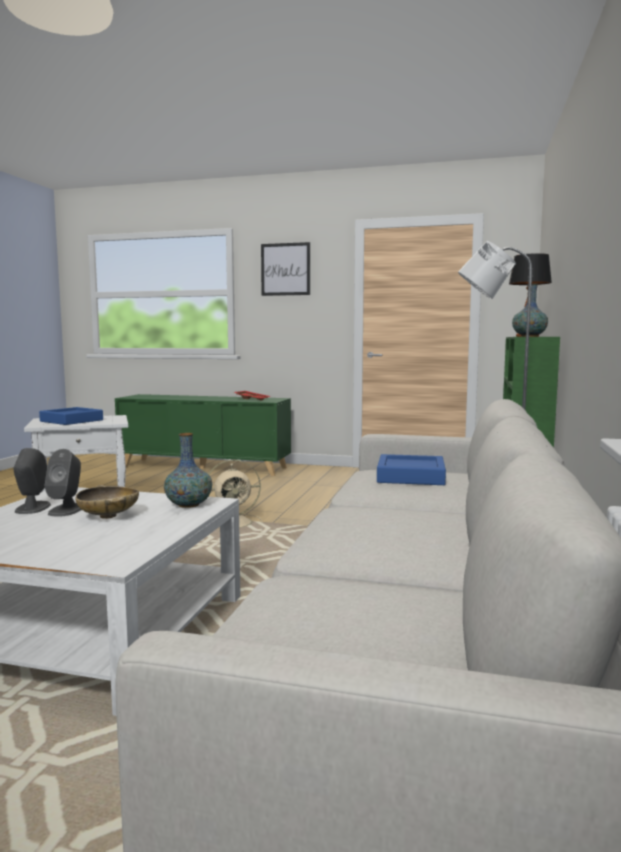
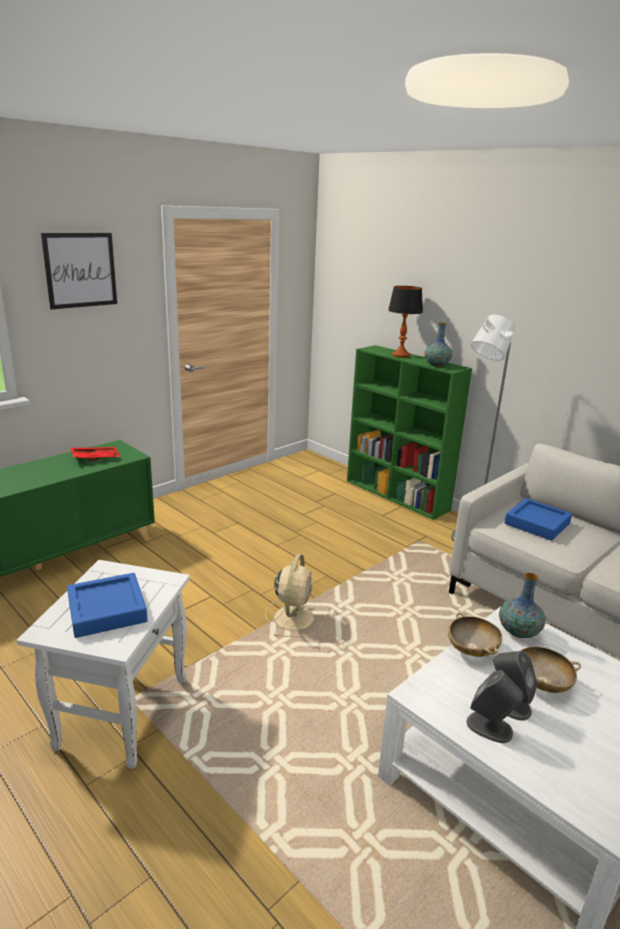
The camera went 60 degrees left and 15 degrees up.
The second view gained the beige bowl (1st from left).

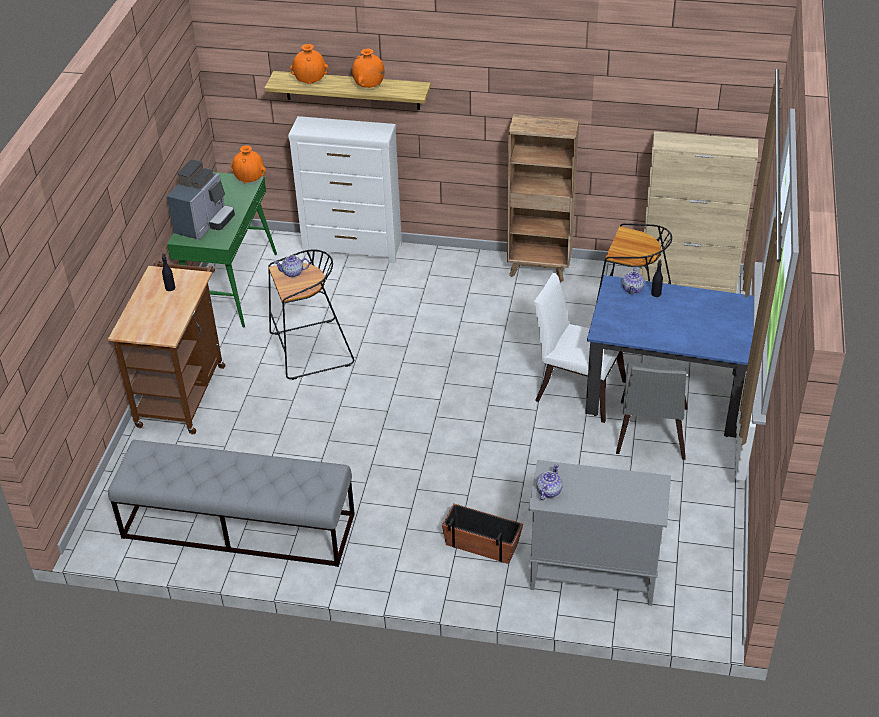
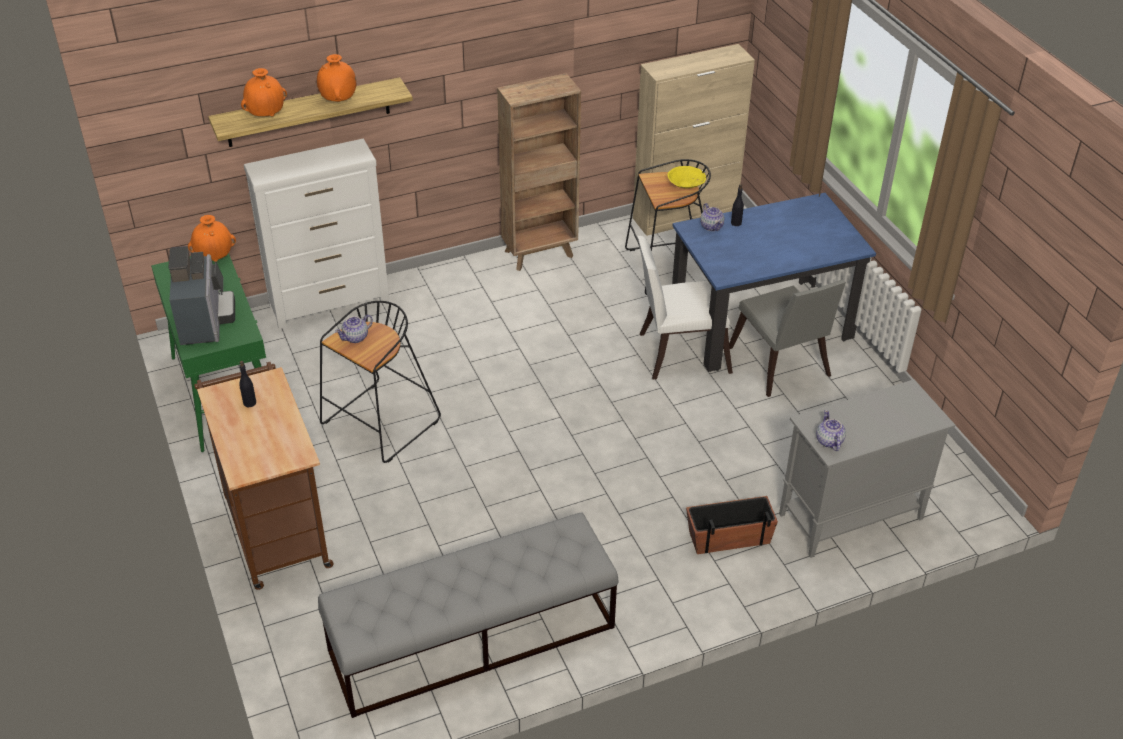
The camera went 35 degrees left and 0 degrees up.
The second view gained the yellow bowl.

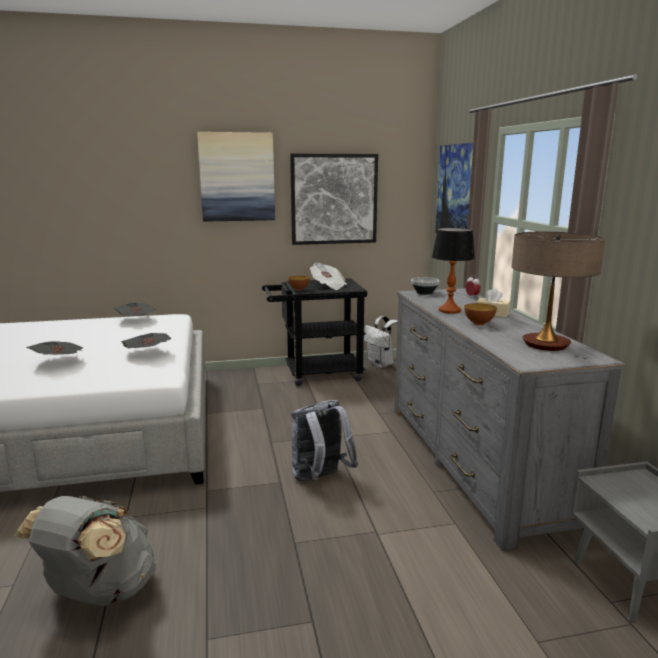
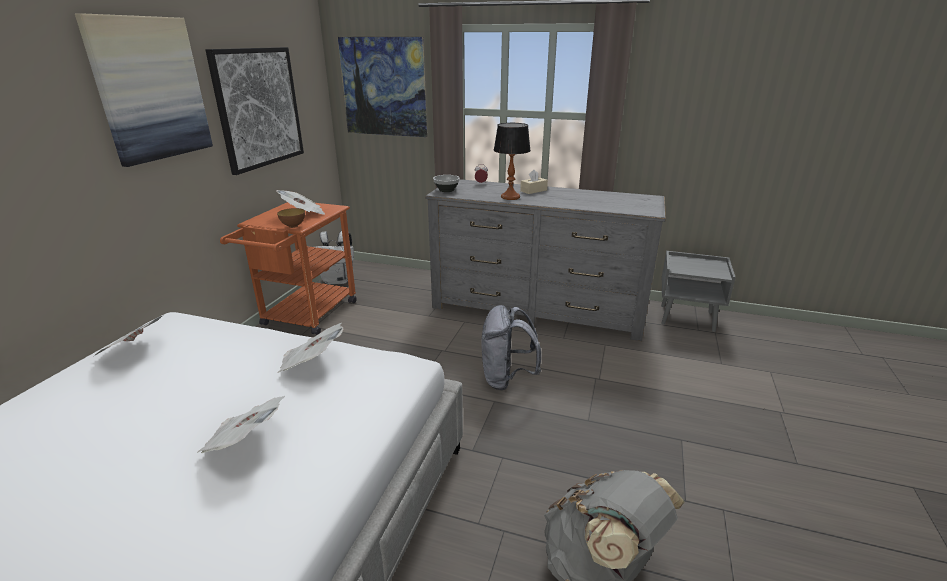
The camera went 60 degrees left and 10 degrees up.
The second view lost the table lamp (2nd from left).
What was the black cart turned into the orange cart.
The second view lost the bowl (3rd from left).

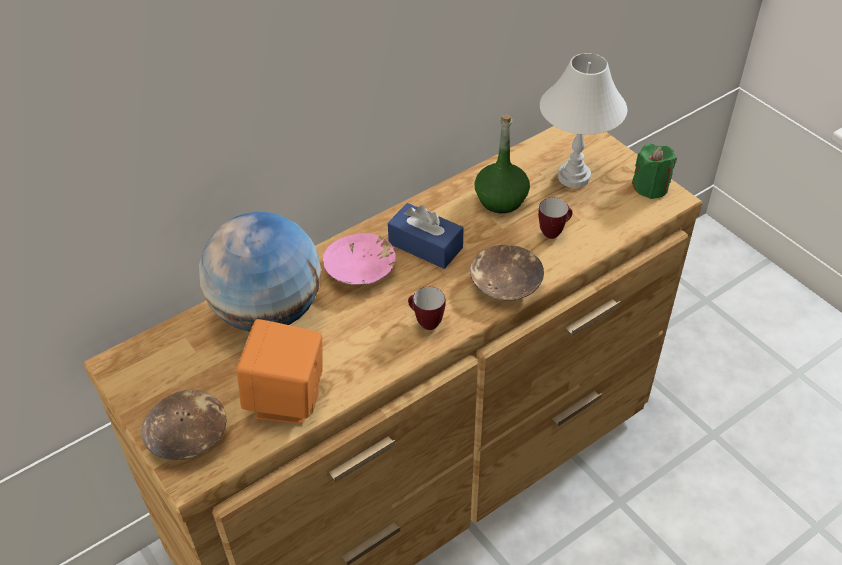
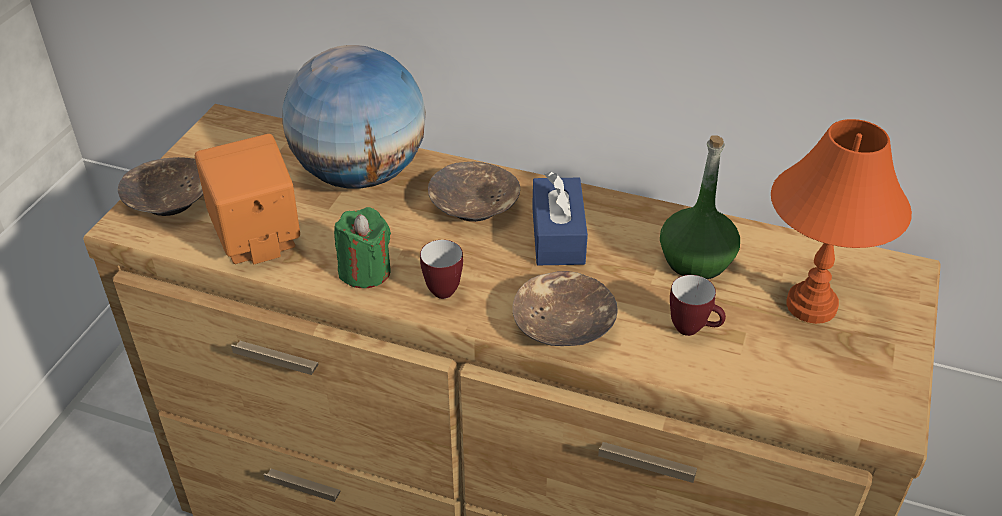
The camera went 55 degrees right and 5 degrees down.
What was the white table lamp turned into the orange table lamp.
The green candle ended up elsewhere.
What was the pink bowl turned into the brown bowl (2nd from left).

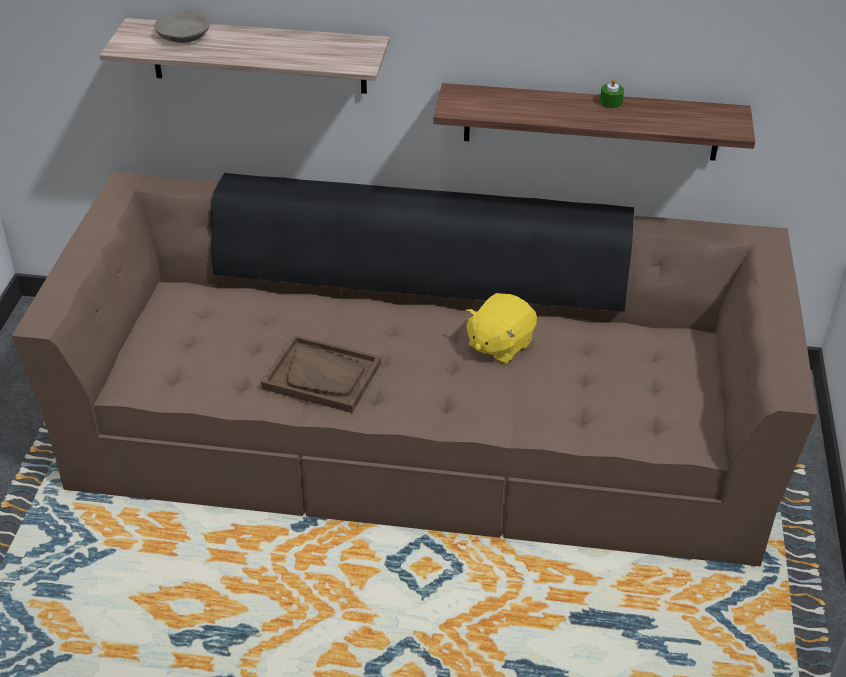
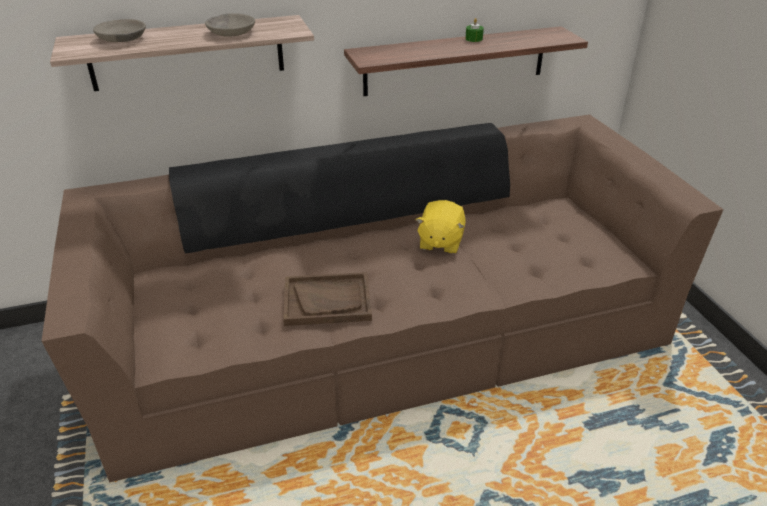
The camera went 25 degrees left and 5 degrees down.
The second view gained the grey bowl (2nd from left).

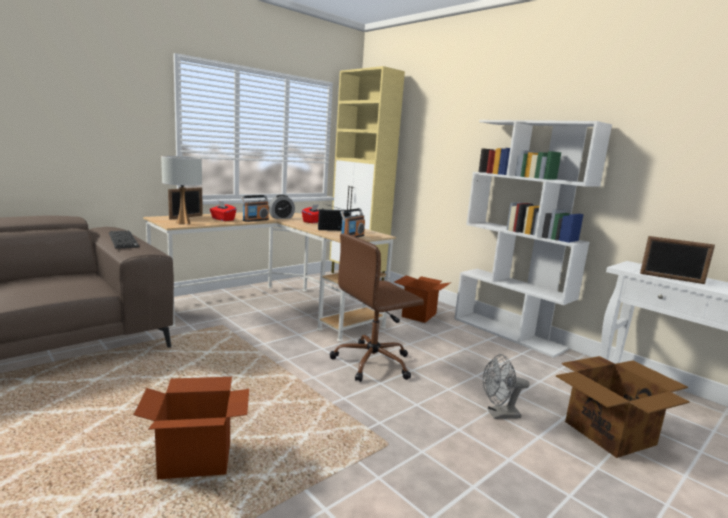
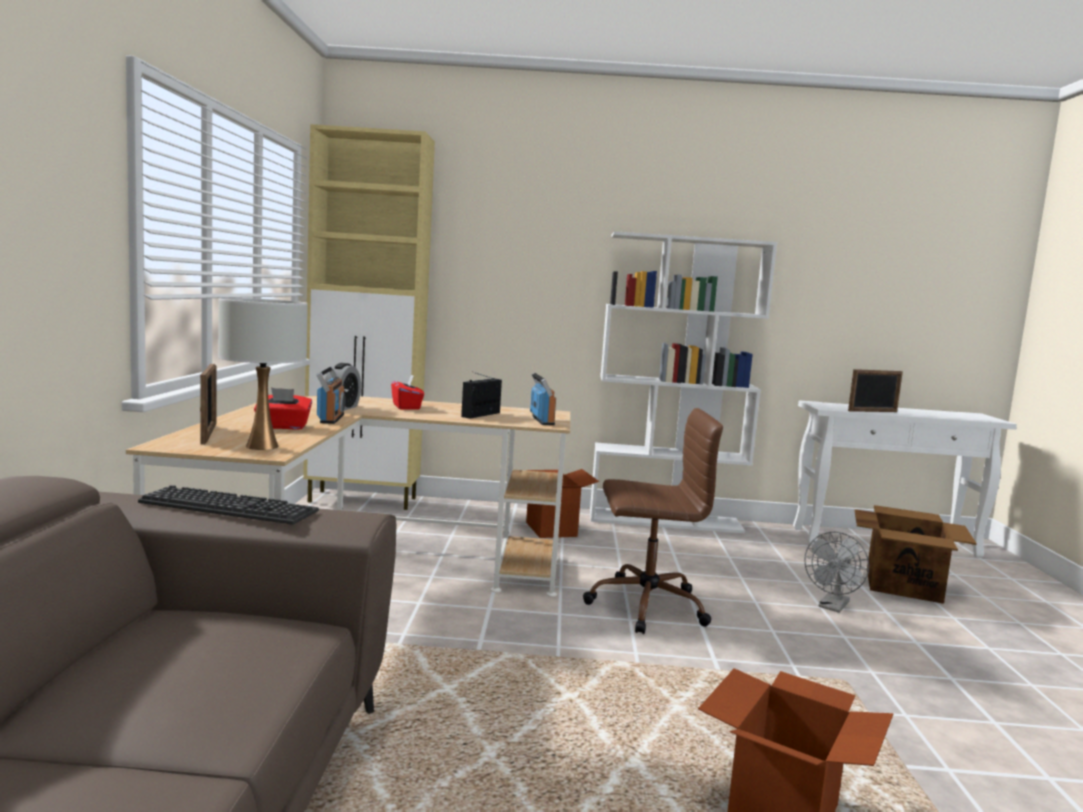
The camera went 45 degrees left and 5 degrees down.
The brown office chair ended up facing another way, 105 degrees counterclockwise from before.

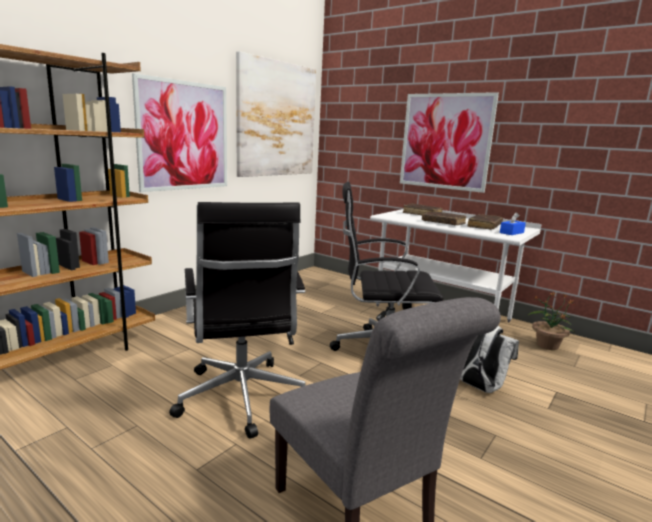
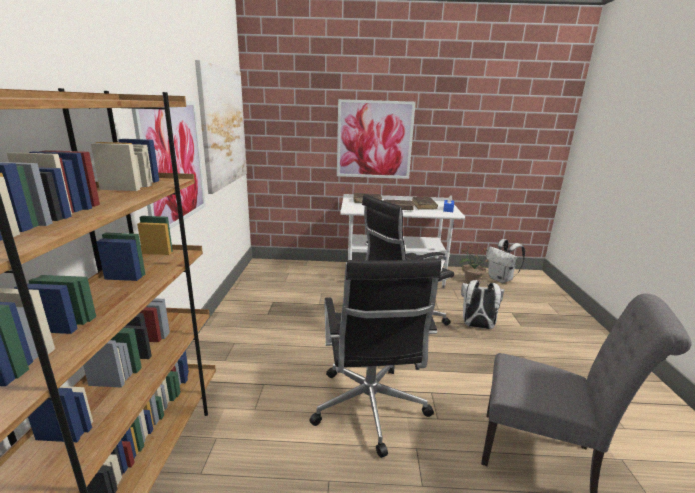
The camera went 35 degrees left and 5 degrees up.
The black office chair (1st from left) ended up facing another way, 45 degrees clockwise from before.
The second view gained the white backpack (2nd from left).

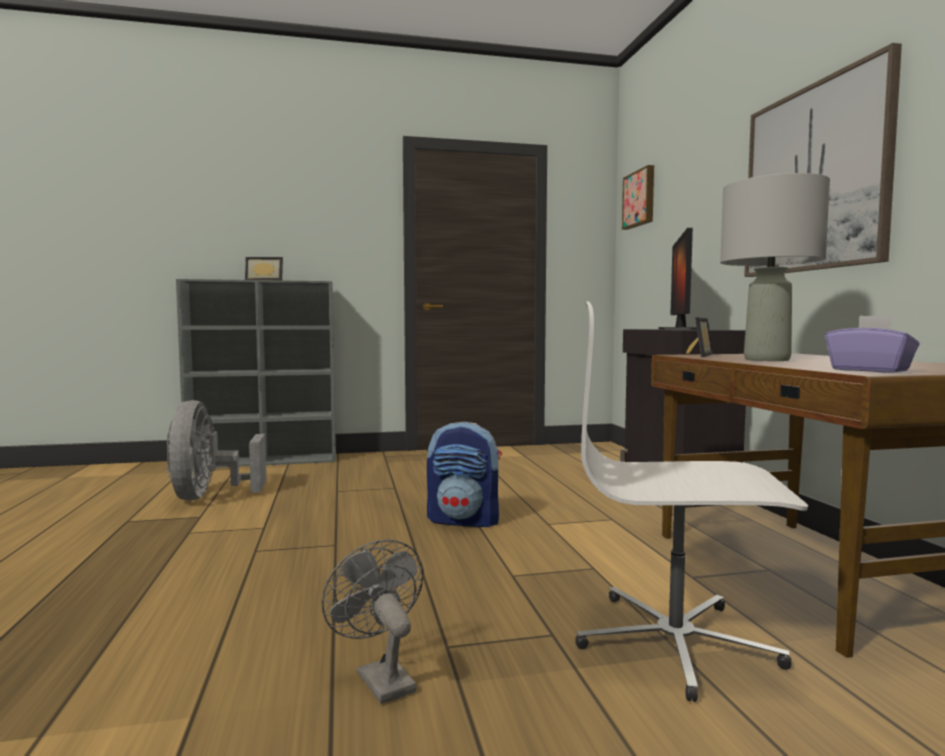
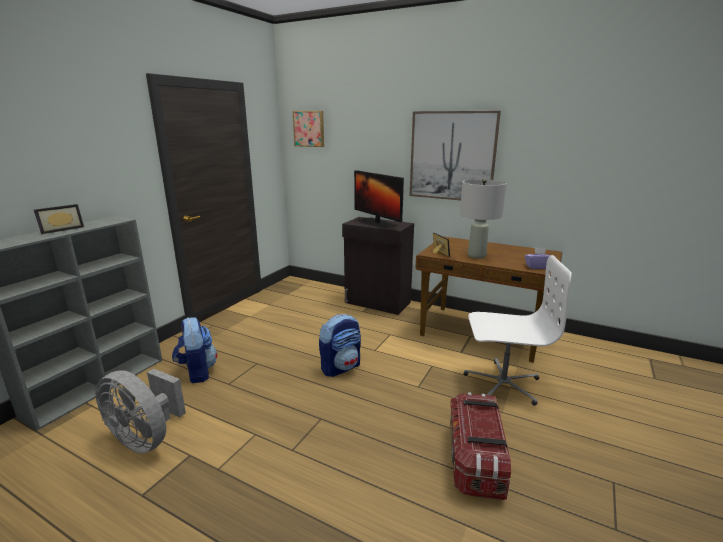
The camera went 50 degrees left and 15 degrees up.
The white office chair ended up facing another way, 135 degrees counterclockwise from before.
Where the grey fan (2nd from left) stood, the storage box came to stand.
The second view gained the backpack (1st from left).

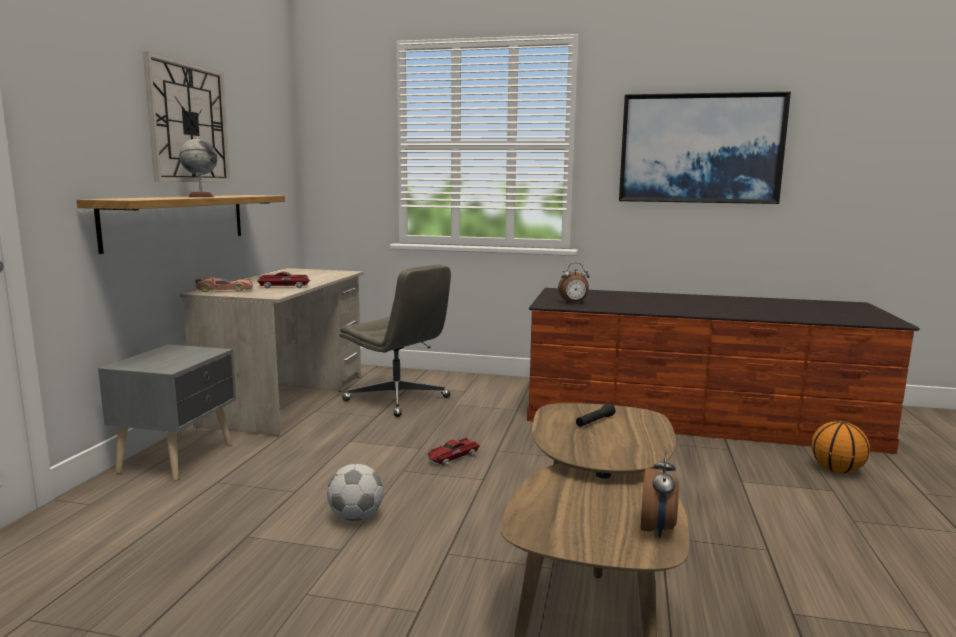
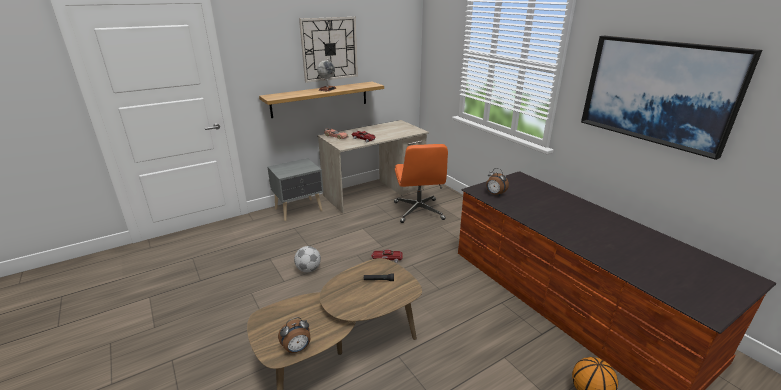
The camera went 45 degrees right and 15 degrees up.
What was the grey office chair turned into the orange office chair.

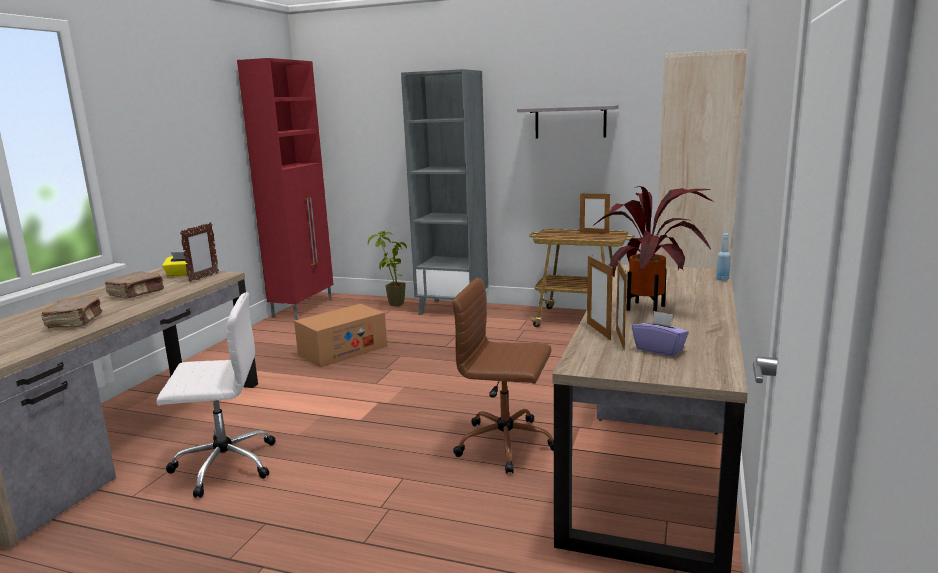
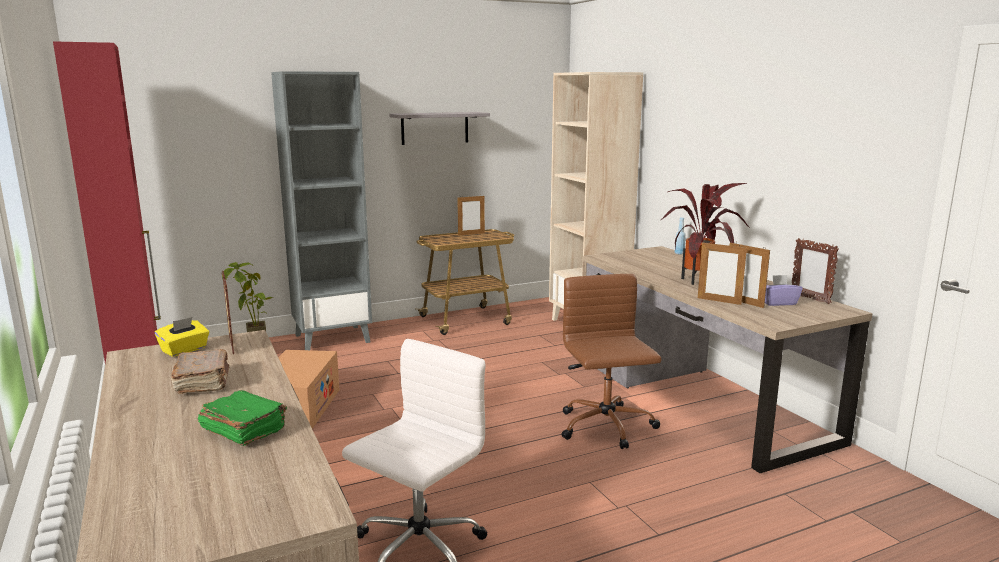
The camera went 45 degrees left and 0 degrees up.
The brown office chair ended up facing another way, 105 degrees clockwise from before.
What was the brown book (1st from left) turned into the green book.
The second view gained the picture frame (5th from left).

